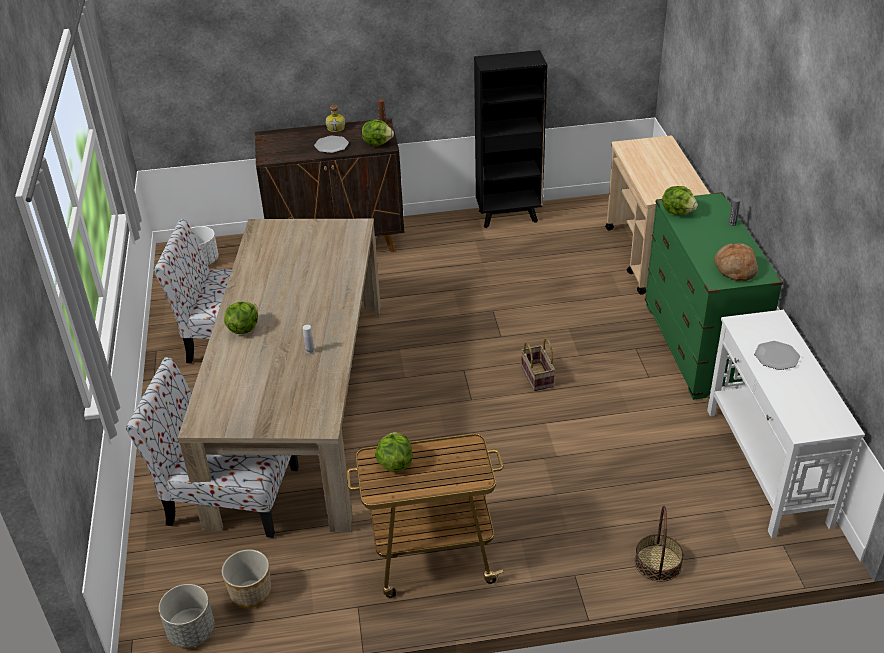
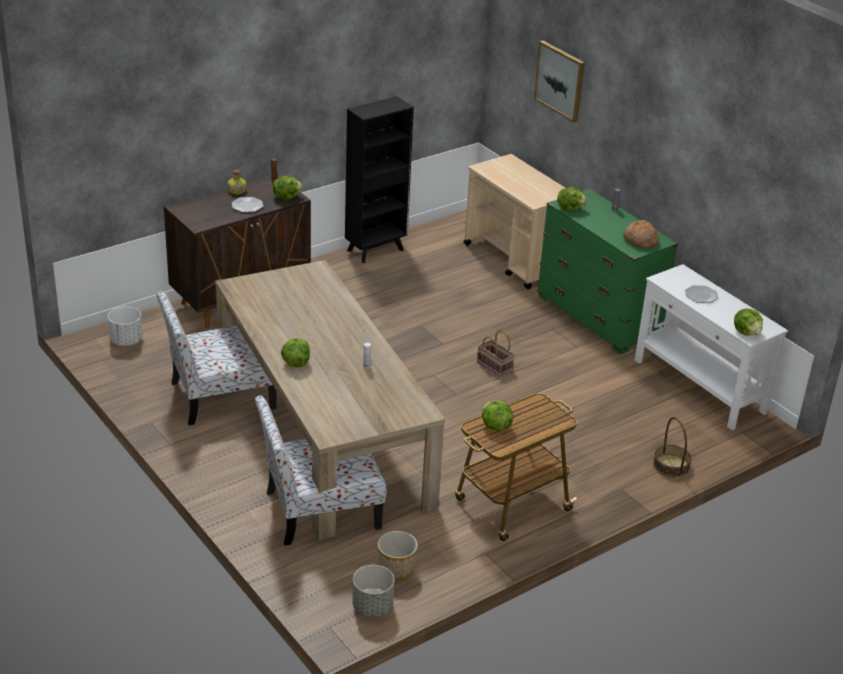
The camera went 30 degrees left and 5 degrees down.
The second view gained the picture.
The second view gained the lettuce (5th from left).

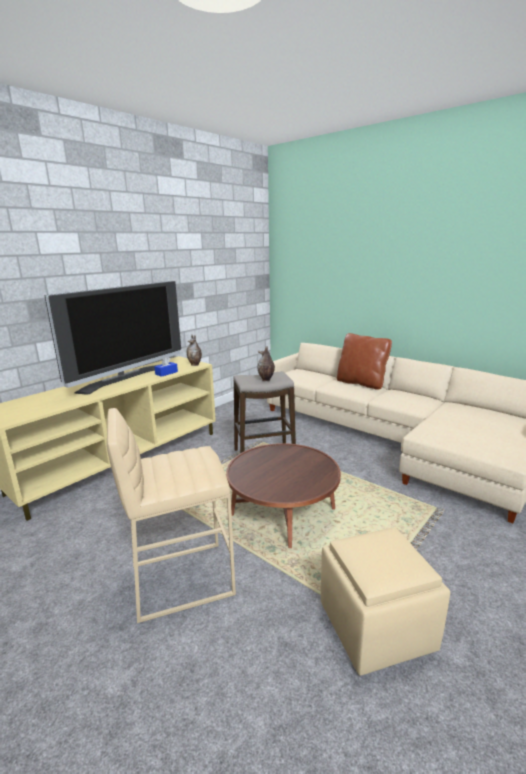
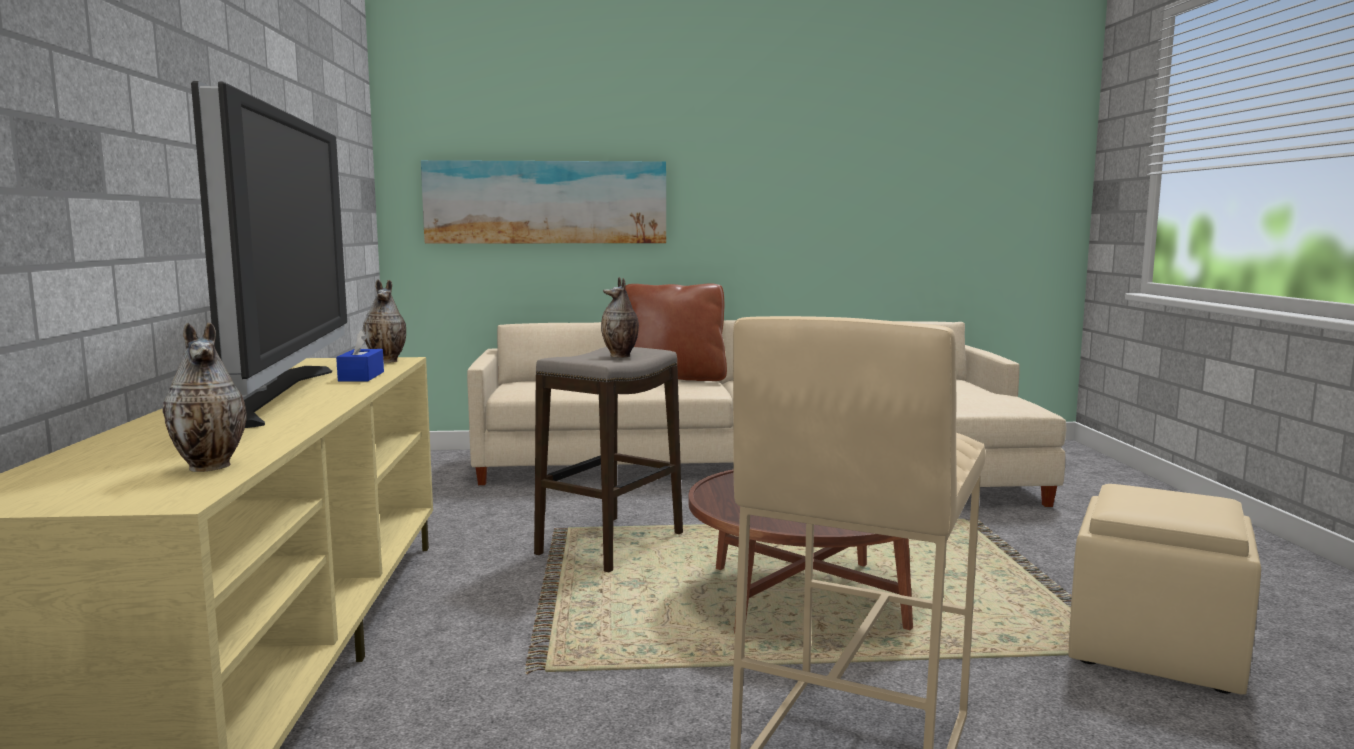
The camera went 45 degrees left and 10 degrees down.
The second view gained the picture.
The second view gained the vase (1st from left).

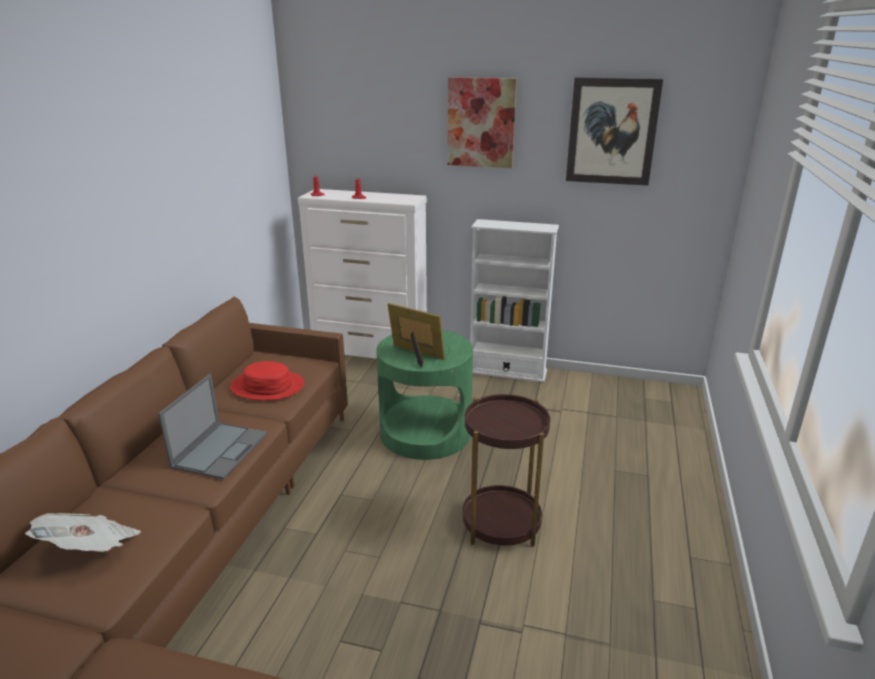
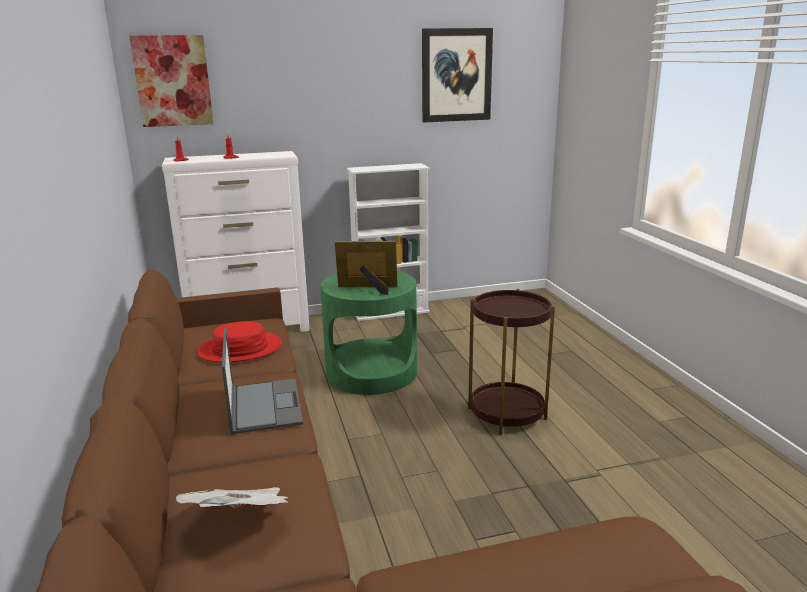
The camera went 30 degrees left and 5 degrees down.
The picture (1st from left) ended up elsewhere.

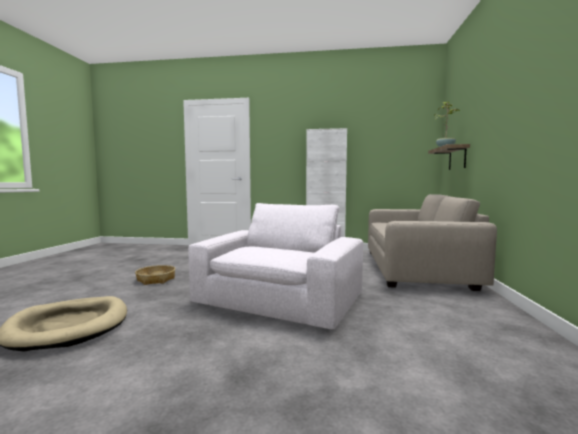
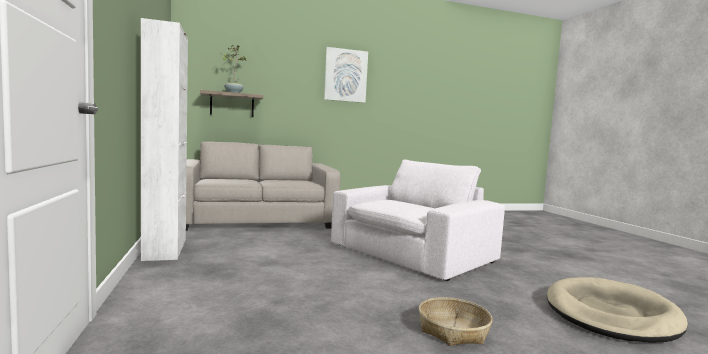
The camera went 115 degrees left and 0 degrees up.
The white armchair ended up facing another way, 135 degrees clockwise from before.
The second view gained the picture.

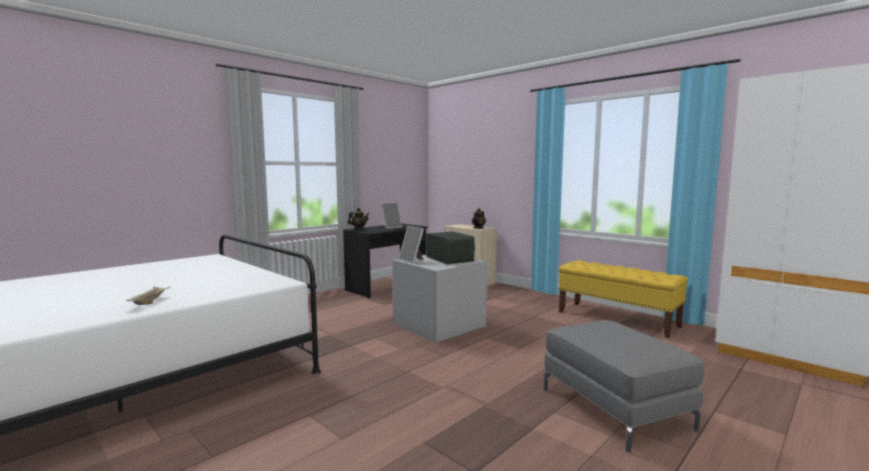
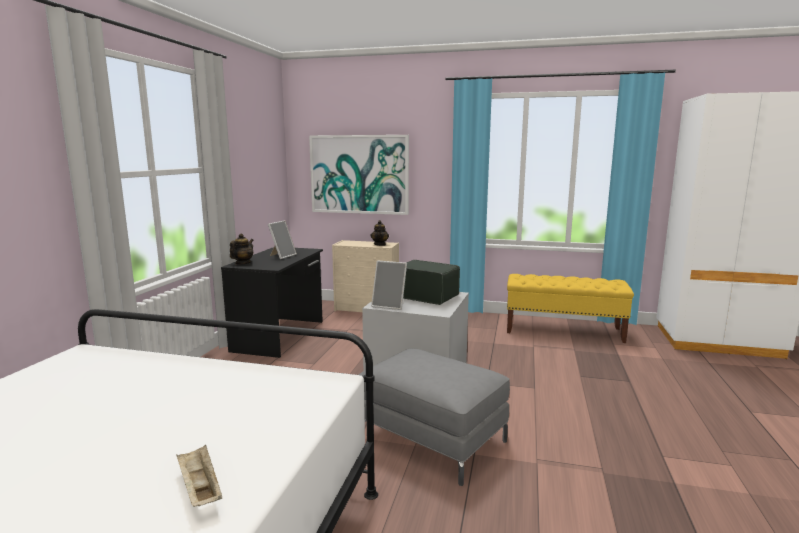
The camera went 30 degrees left and 5 degrees up.
The grey ottoman ended up elsewhere.
The second view gained the picture.

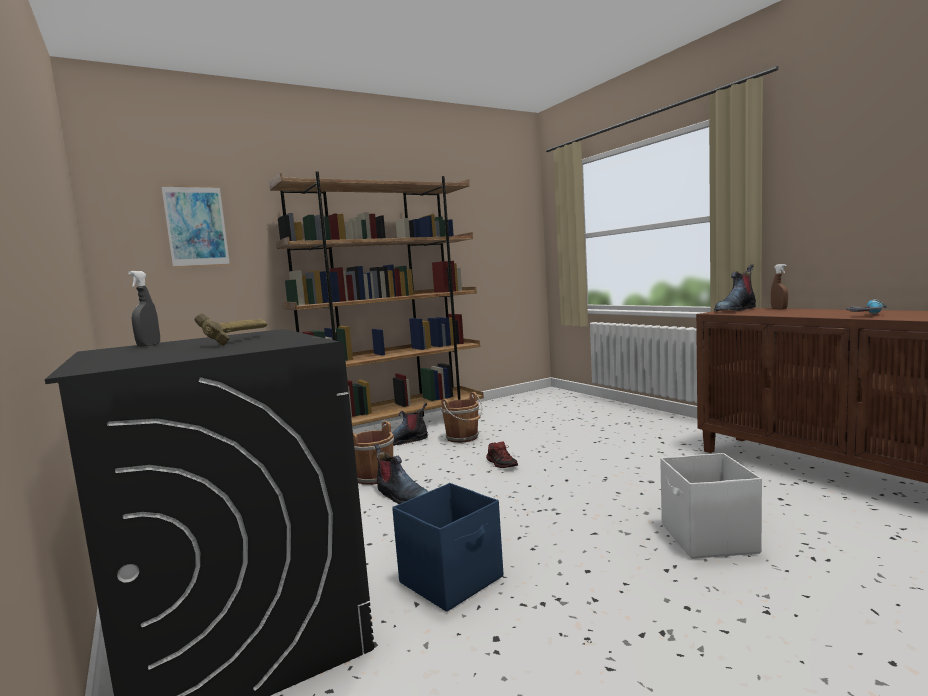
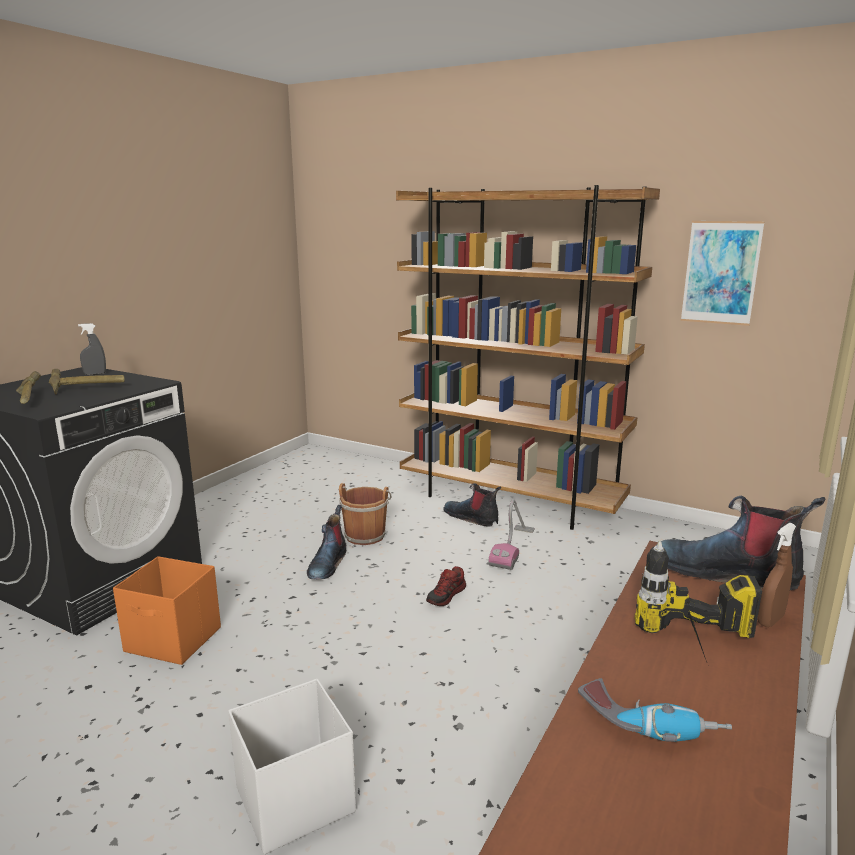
The camera went 60 degrees right and 10 degrees up.
The picture ended up elsewhere.
Where the brown bucket (2nd from left) stood, the vacuum cleaner came to stand.
What was the blue storage box turned into the orange storage box.
The second view gained the hammer (1st from left).
The second view gained the power drill (2nd from left).

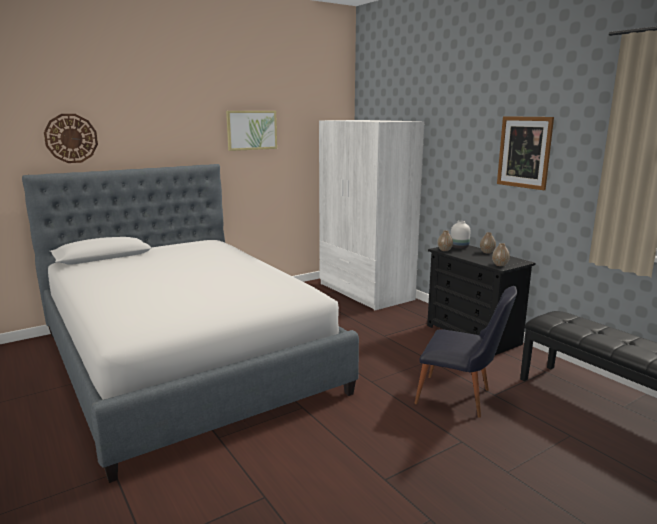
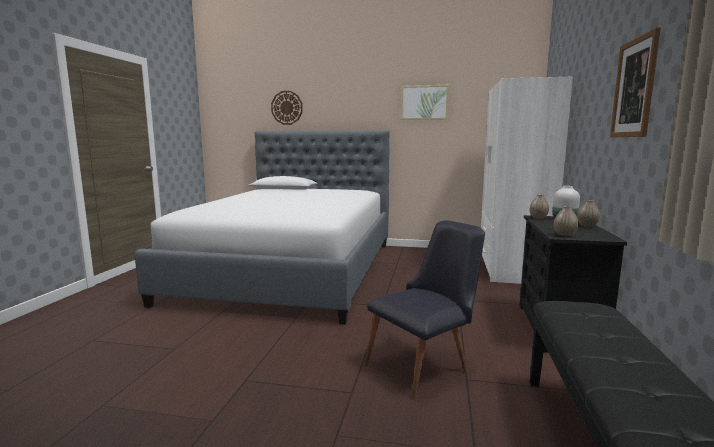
The camera went 45 degrees right and 5 degrees down.
The black chair ended up facing another way, 105 degrees counterclockwise from before.

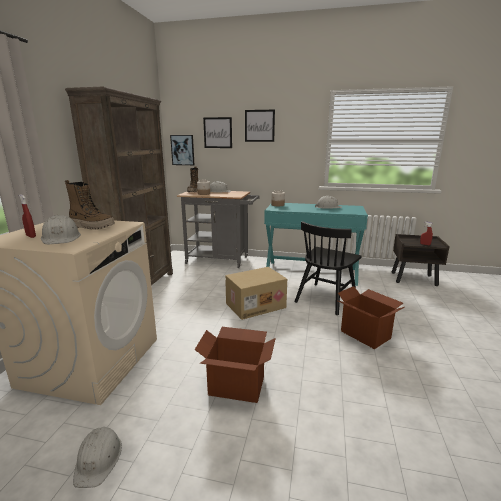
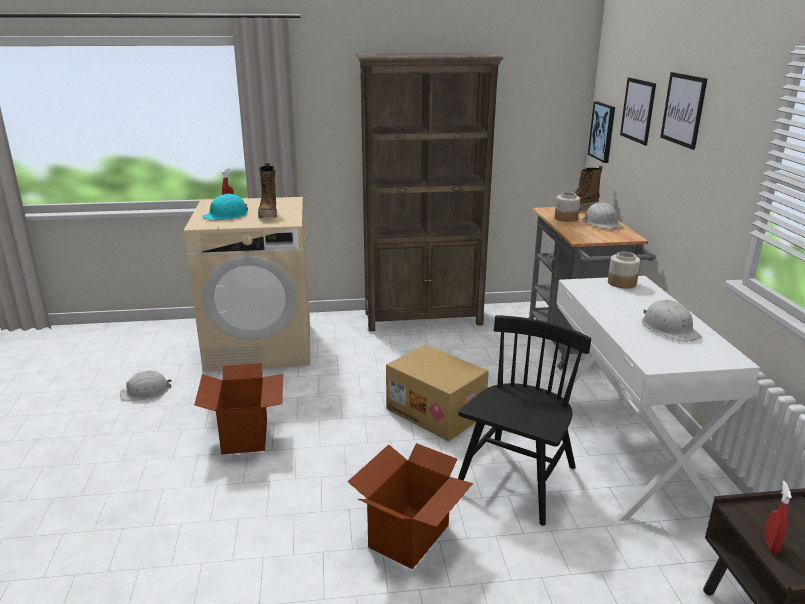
The camera went 70 degrees right and 5 degrees up.
What was the turquoise desk turned into the white desk.
What was the white hard hat (1st from left) turned into the turquoise hard hat.
The black chair ended up facing another way, 105 degrees clockwise from before.

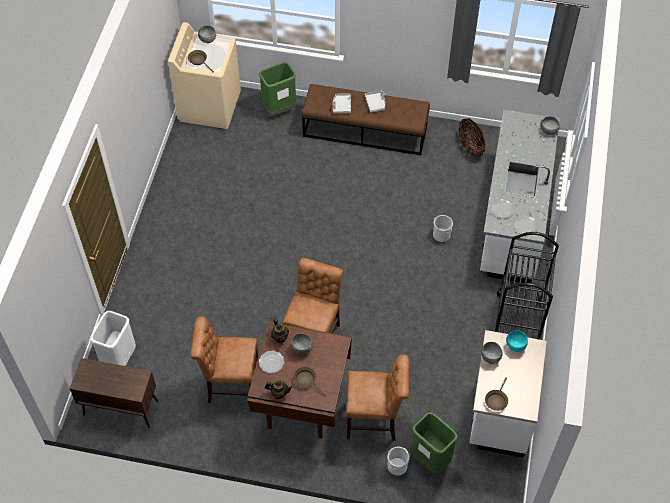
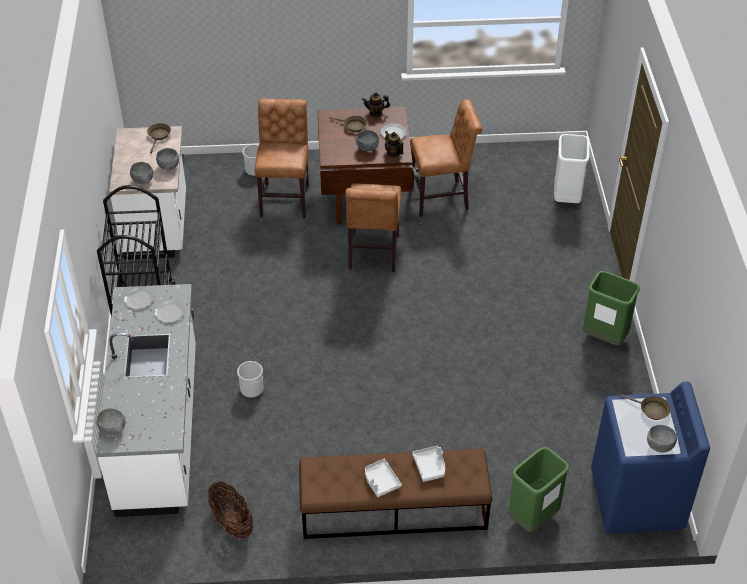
The camera went 165 degrees right and 10 degrees down.
What was the beige washing machine turned into the blue washing machine.
What was the turquoise bowl turned into the grey bowl (2nd from left).
The brown chair (3rd from left in the first image) ended up facing another way, 105 degrees clockwise from before.
The second view lost the brown cabinet.
The green trash can (2nd from left) ended up elsewhere.

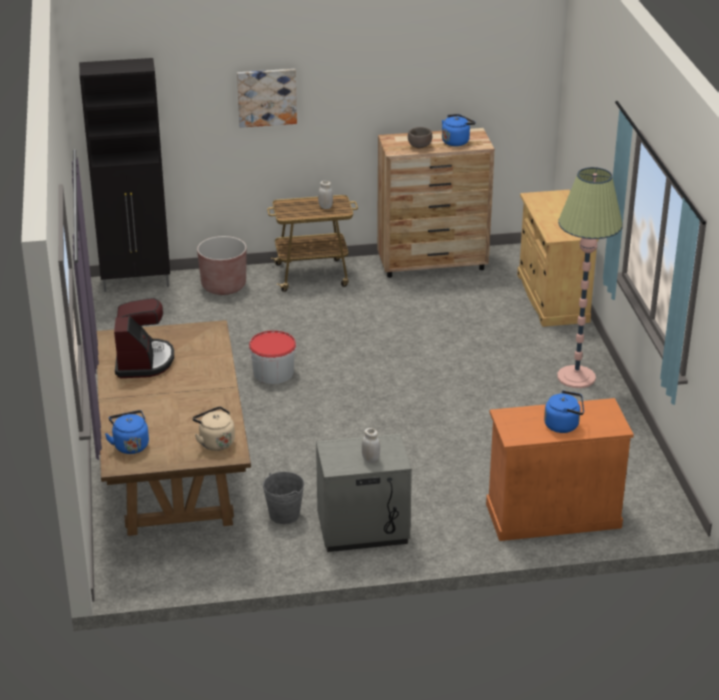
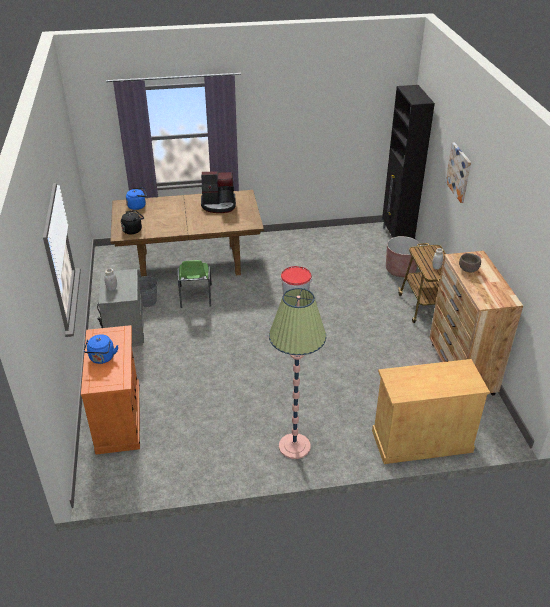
The camera went 90 degrees right and 5 degrees up.
The second view lost the blue kettle (2nd from left).
What was the beige kettle turned into the black kettle.
The second view gained the green chair.

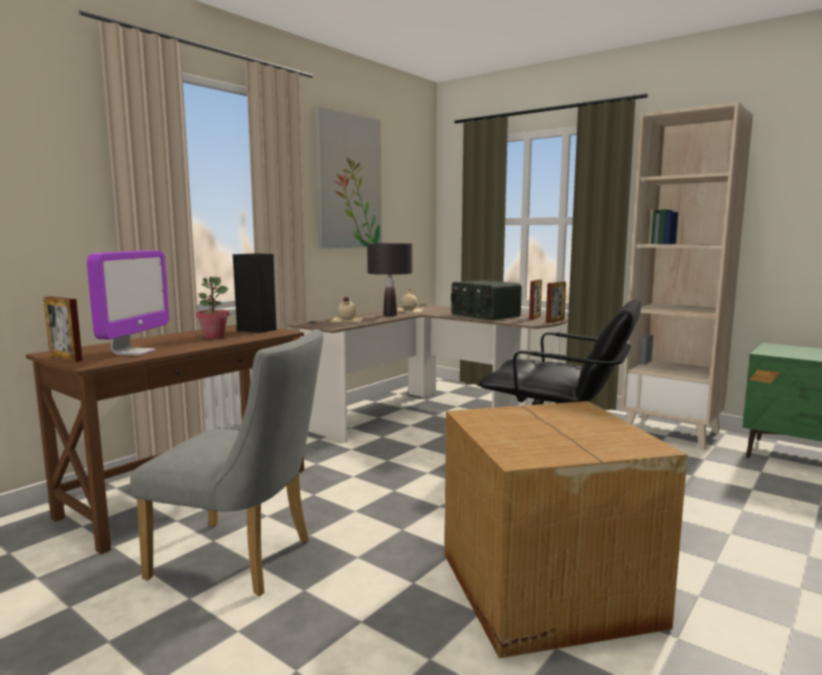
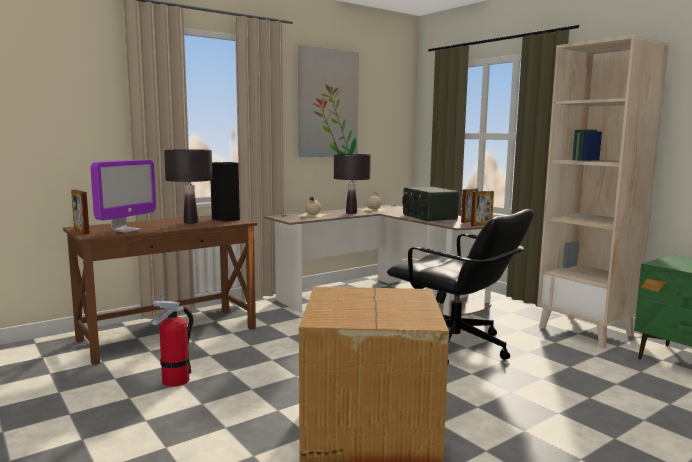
The camera went 15 degrees right and 0 degrees up.
Where the potted plant stood, the black table lamp (1st from left) came to stand.
Where the grey chair stood, the fire extinguisher came to stand.

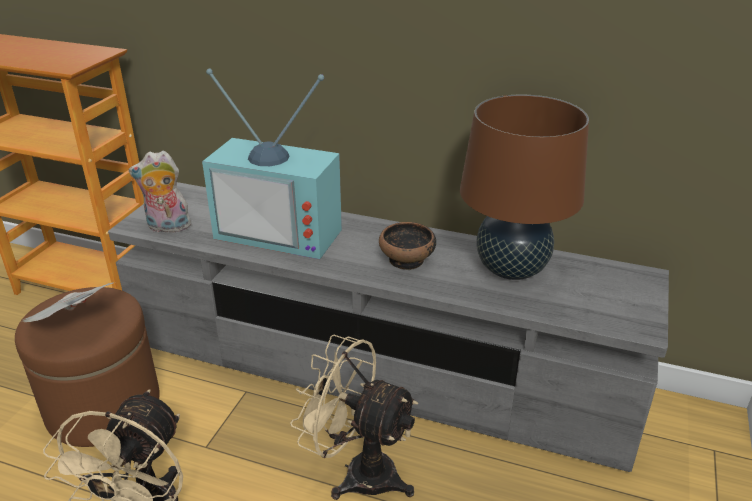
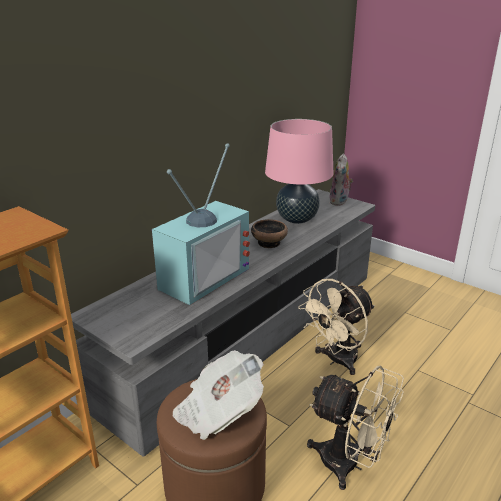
The camera went 70 degrees left and 5 degrees down.
What was the brown table lamp turned into the pink table lamp.
The plush toy ended up elsewhere.

